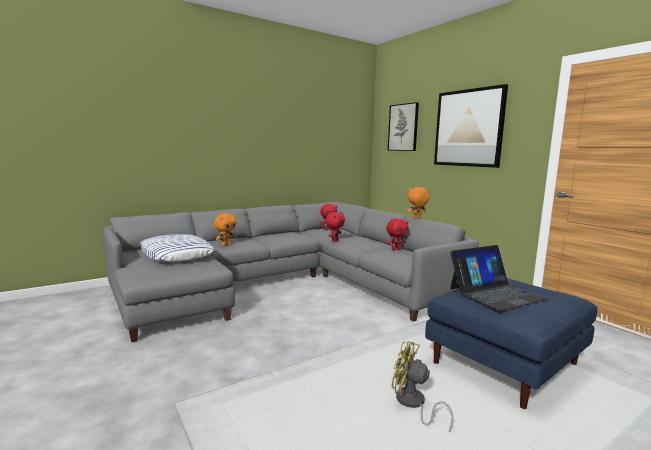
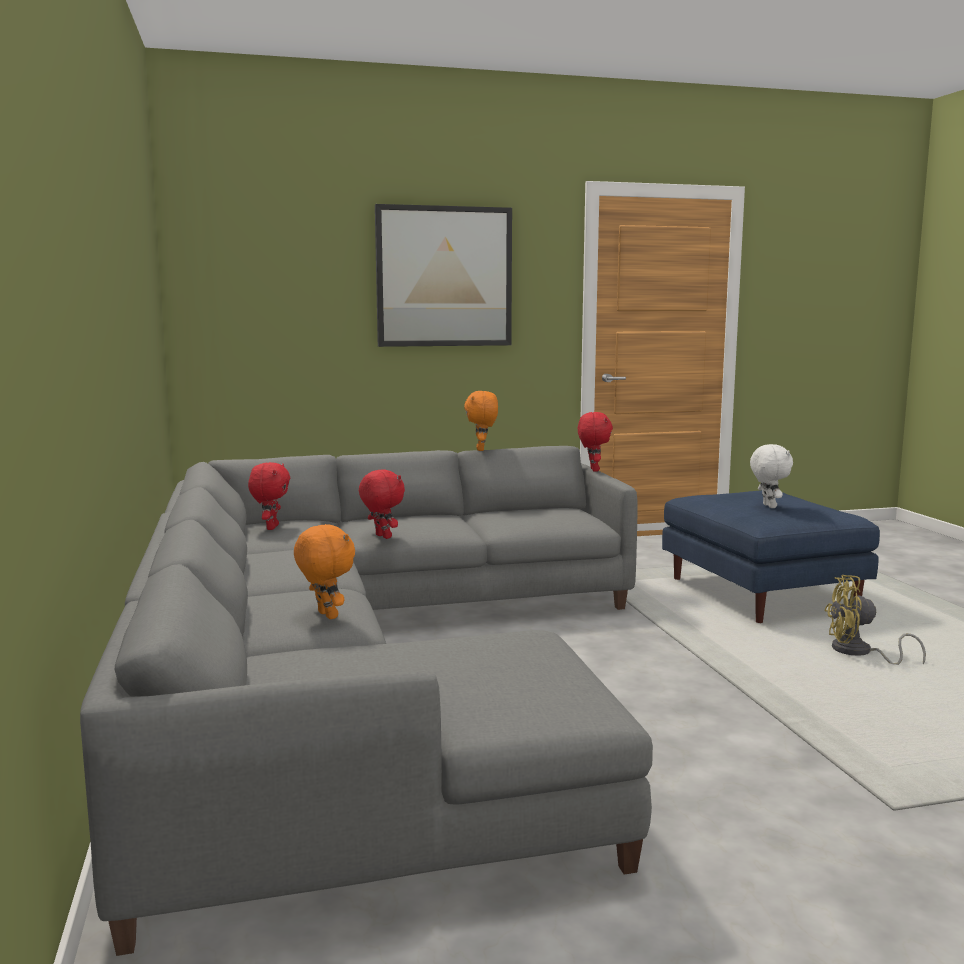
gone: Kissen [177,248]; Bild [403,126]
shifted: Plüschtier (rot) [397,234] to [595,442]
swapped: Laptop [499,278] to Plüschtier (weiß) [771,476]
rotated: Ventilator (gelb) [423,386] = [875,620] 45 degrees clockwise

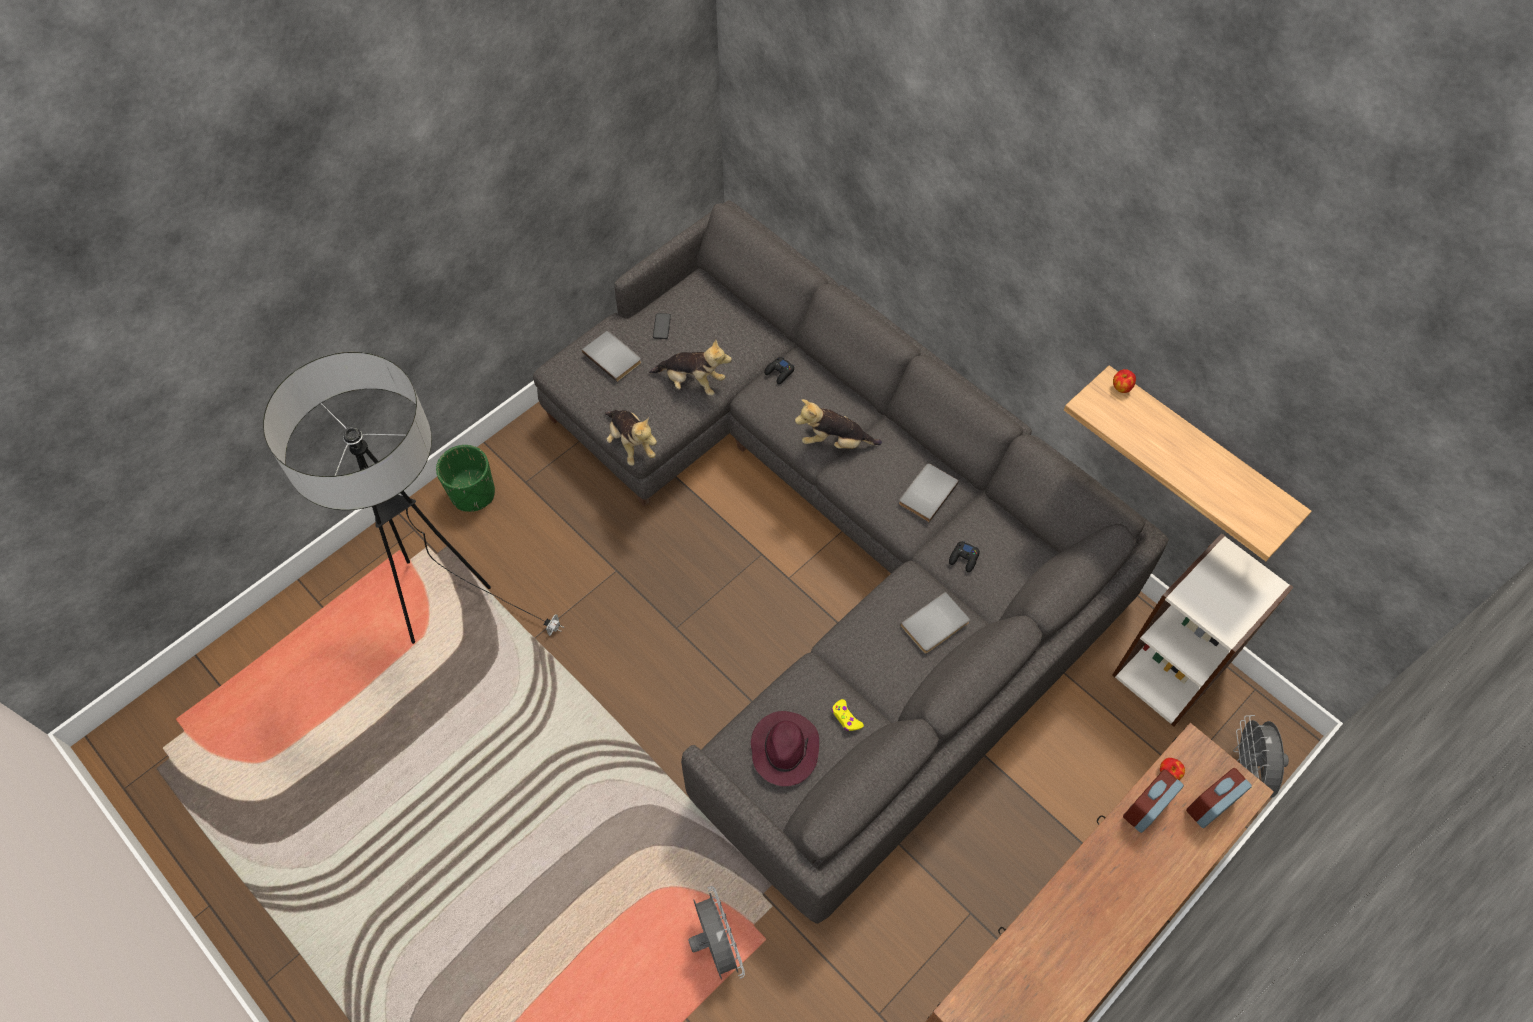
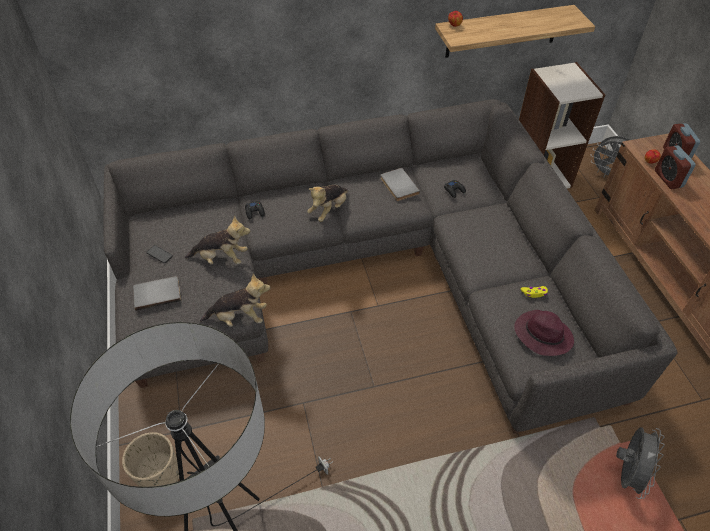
gone: Buch (grau) [935,623]
repainted: Pflanzkübel (grün) [465,478] to Pflanzkübel (beige) [150,459]
rotated: Plüschtier [690,368] = [217,240] 45 degrees clockwise; Ventilator (grau) [716,933] = [640,463] 105 degrees clockwise

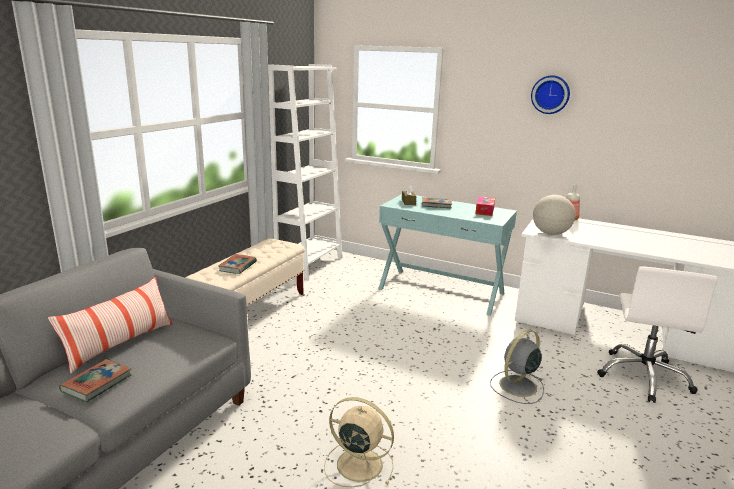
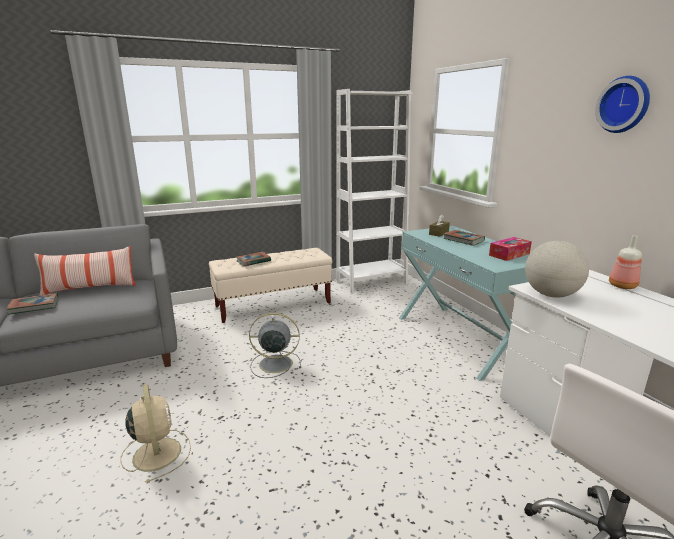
shifted: Ventilator (grau) [517,367] to [275,345]

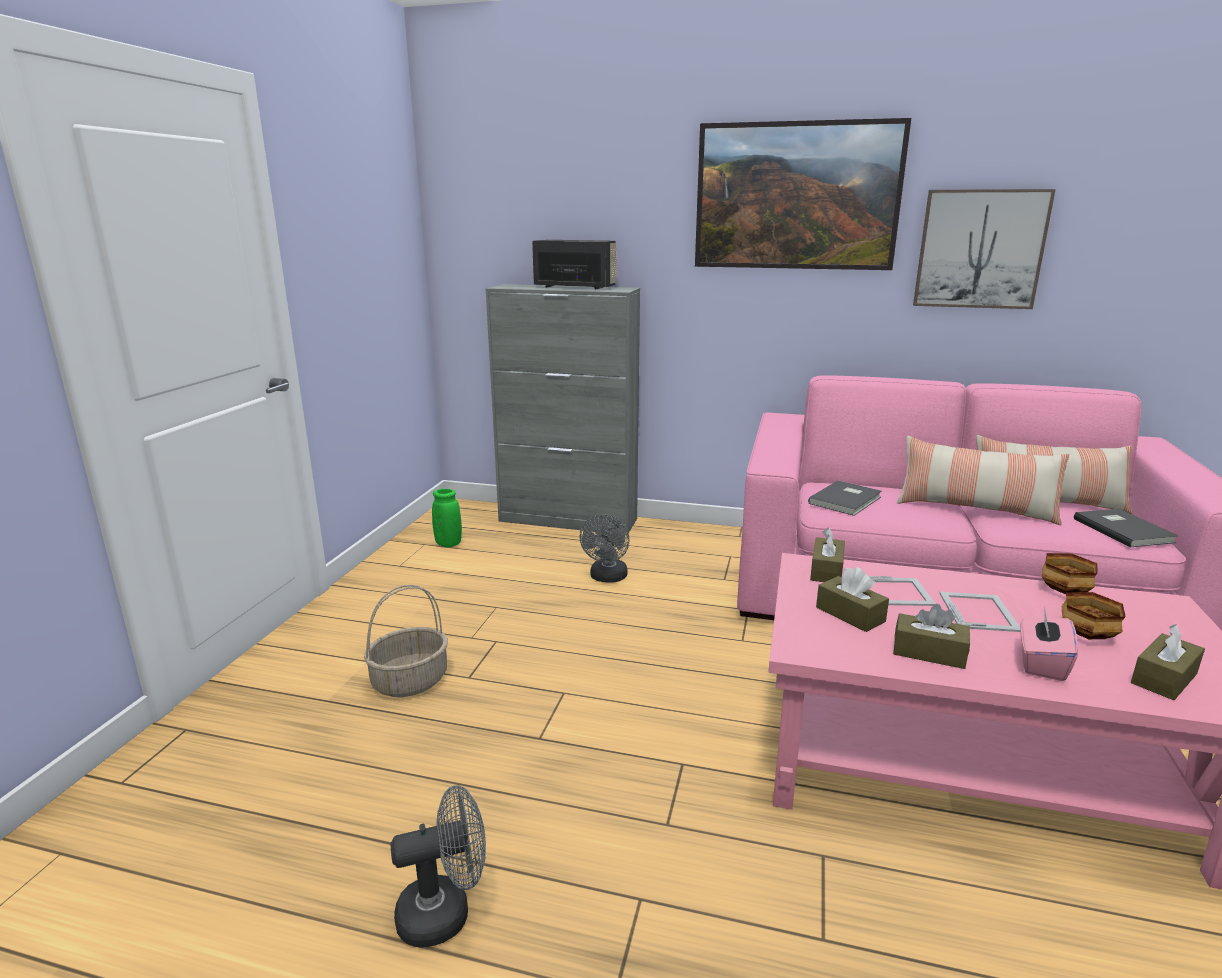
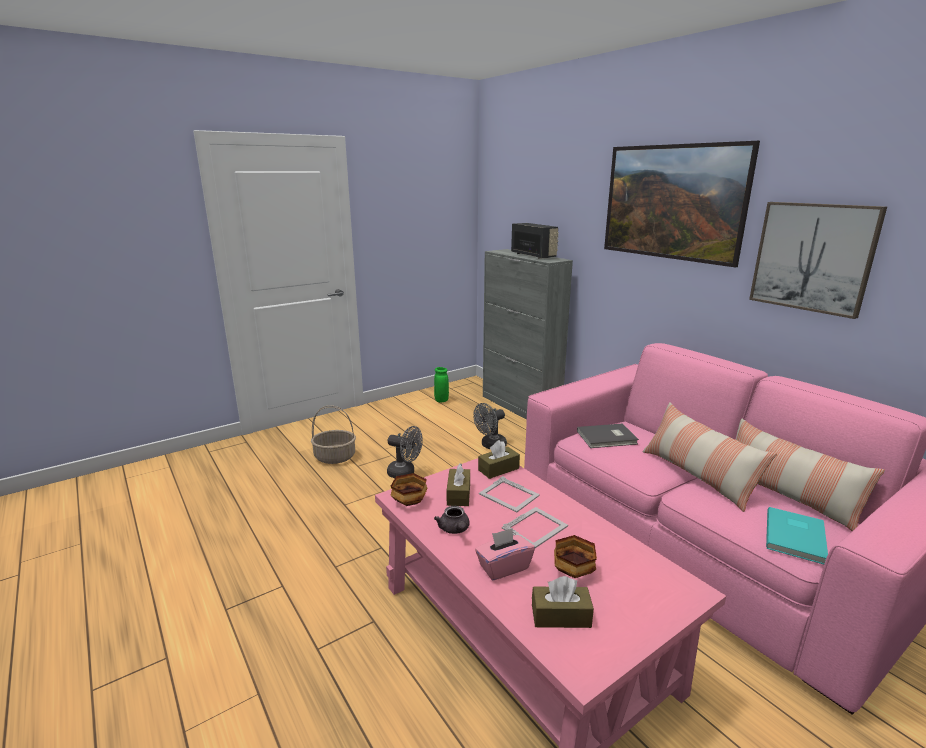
shifted: Ventilator (grau) [438,866] to [405,452]; Schüssel [1069,573] to [409,489]
swapped: Taschentuchbox (braun) [931,636] to Teekanne (grau) [452,520]
repainted: Buch (grau) [1126,527] to Buch (türkis) [797,535]

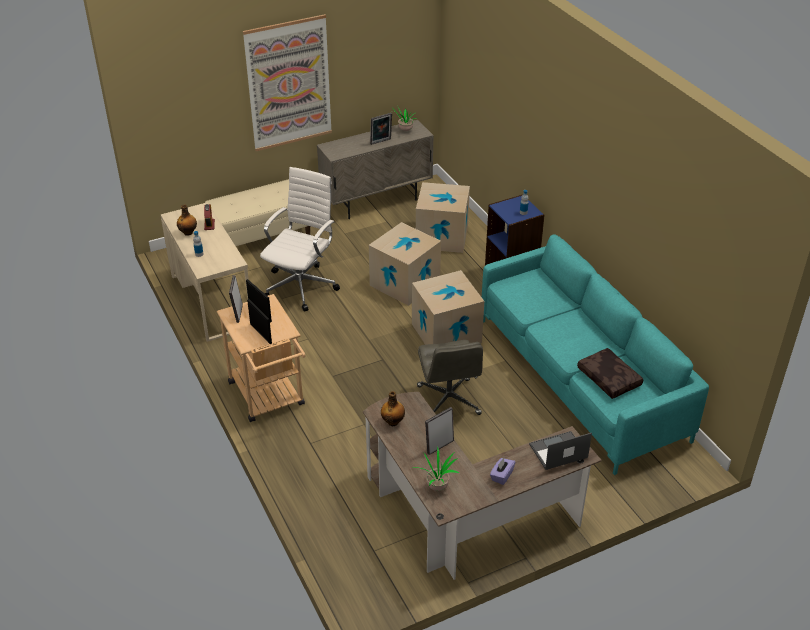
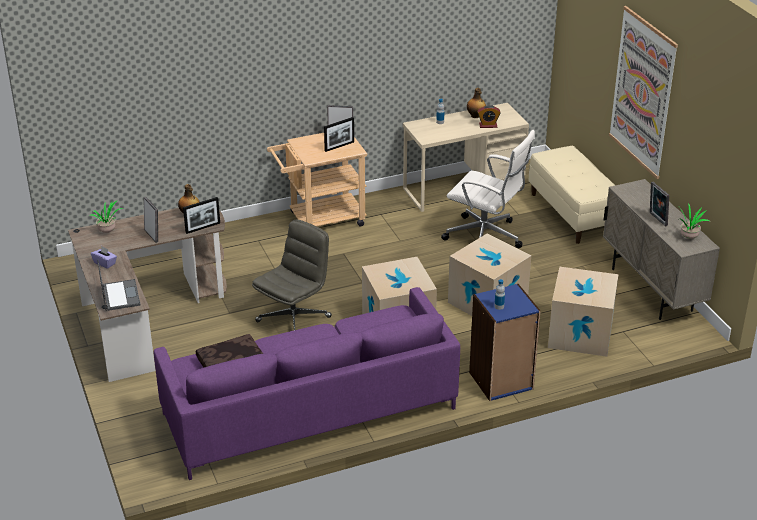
shifted: Bilderrahmen [259,321] to [201,215]
repainted: Sofa (türkis) [595,354] to Sofa (lila) [307,383]
rotated: Bürostuhl (grau) [450,377] = [292,275] 135 degrees clockwise

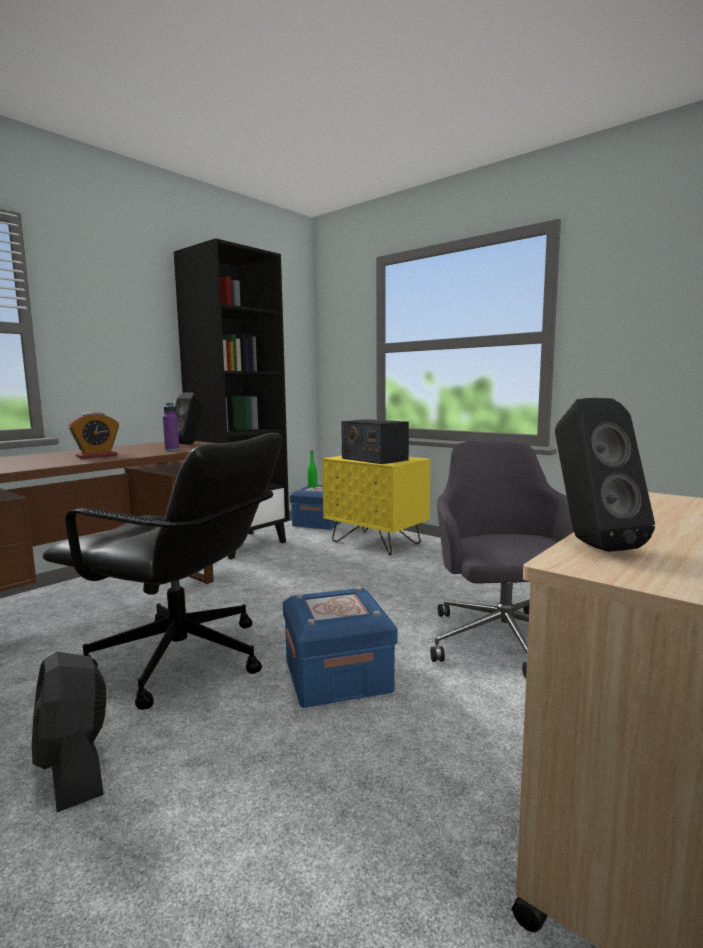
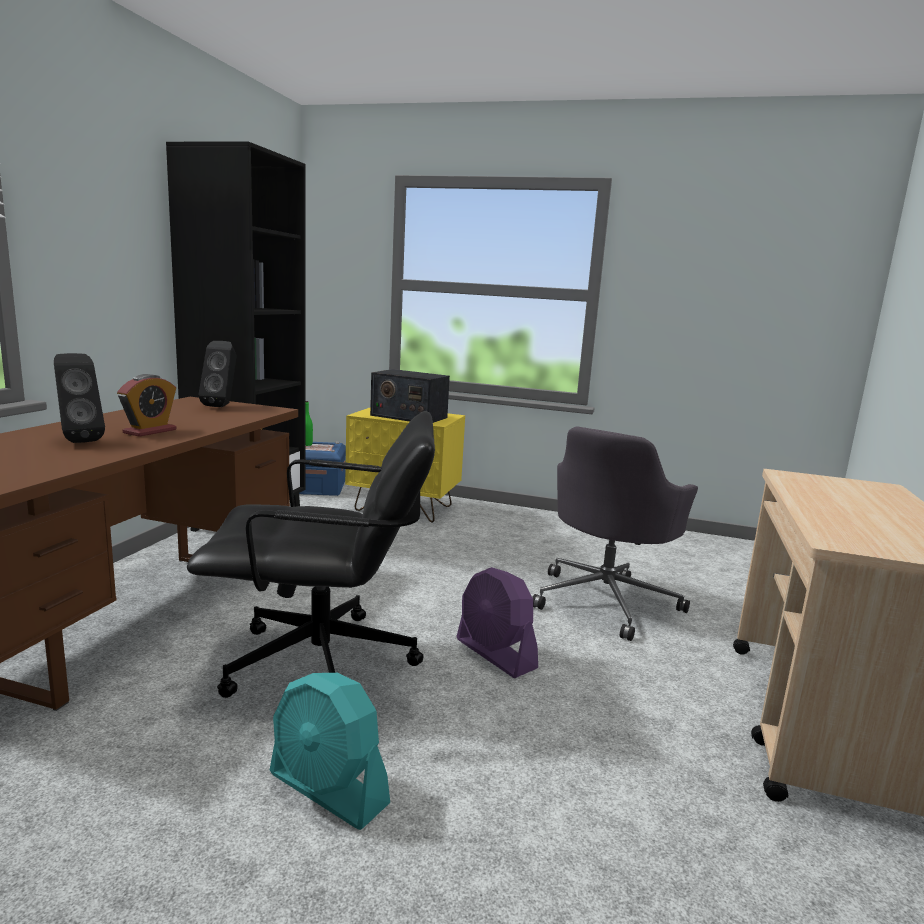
gone: Flasche (lila) [171,427]
shifted: Lautsprecher (schwarz) [605,475] to [79,398]
swapped: Aufbewahrungsbox (blau) [340,647] to Ventilator (lila) [497,622]
repainted: Ventilator (schwarz) [69,732] to Ventilator (türkis) [330,751]
rotated: Bürostuhl (grau) [502,559] = [615,533] 120 degrees counterclockwise

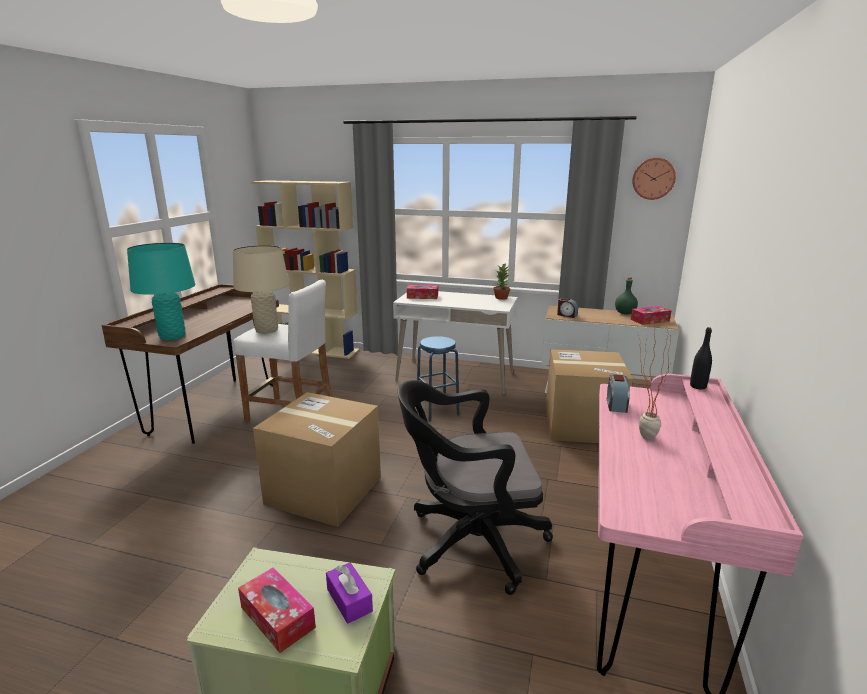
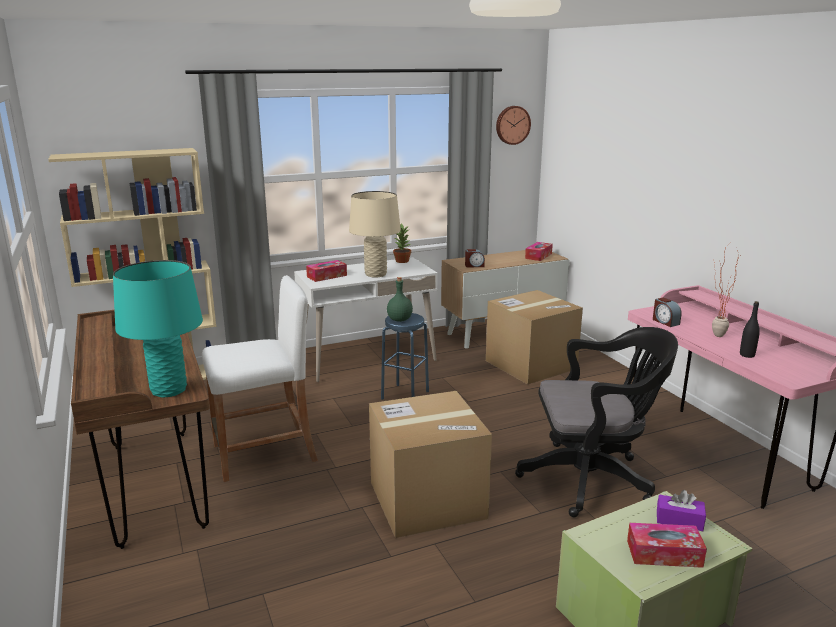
shifted: Tischlampe (beige) [261,289] to [375,234]; Flasche (grün) [626,295] to [400,299]; Flasche (schwarz) [701,358] to [750,329]
rotated: Bürostuhl (schwarz) [475,487] = [596,422] 135 degrees counterclockwise

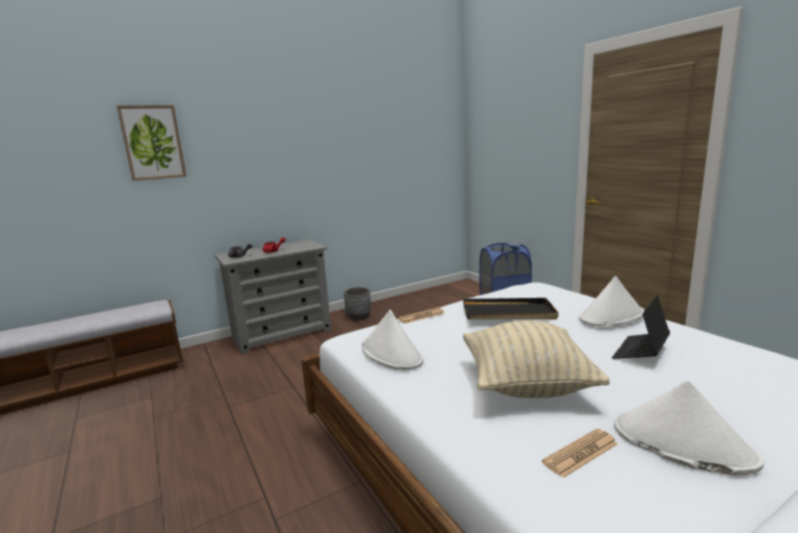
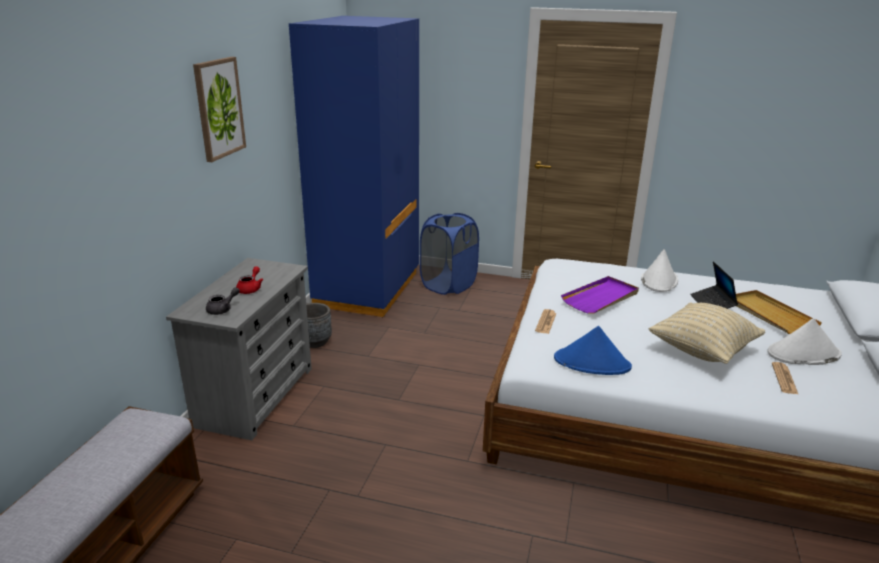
new: Kleiderschrank (blau) [354,166]; Tablett (beige) [779,312]
shifted: Bild [152,143] to [219,109]
repainted: Hut (weiß) [392,340] to Hut (blau) [593,350]; Tablett (schwarz) [510,309] to Tablett (lila) [600,295]

